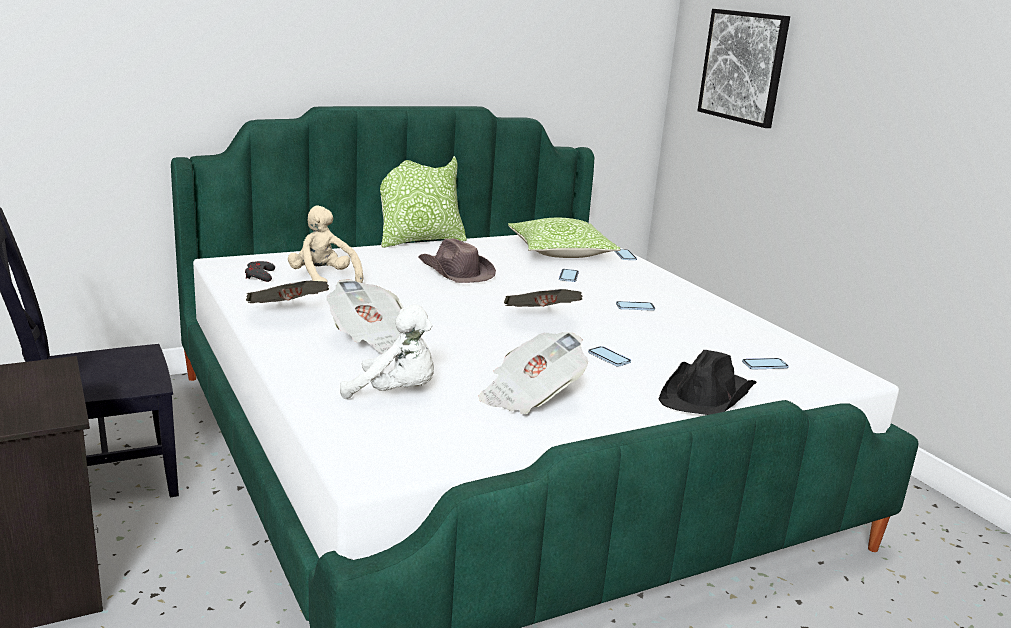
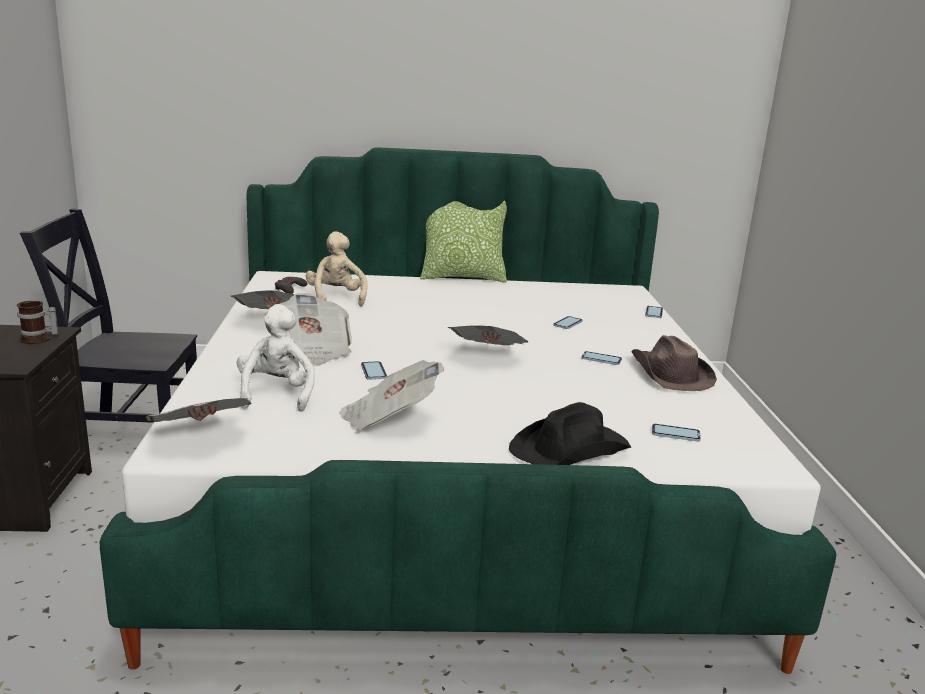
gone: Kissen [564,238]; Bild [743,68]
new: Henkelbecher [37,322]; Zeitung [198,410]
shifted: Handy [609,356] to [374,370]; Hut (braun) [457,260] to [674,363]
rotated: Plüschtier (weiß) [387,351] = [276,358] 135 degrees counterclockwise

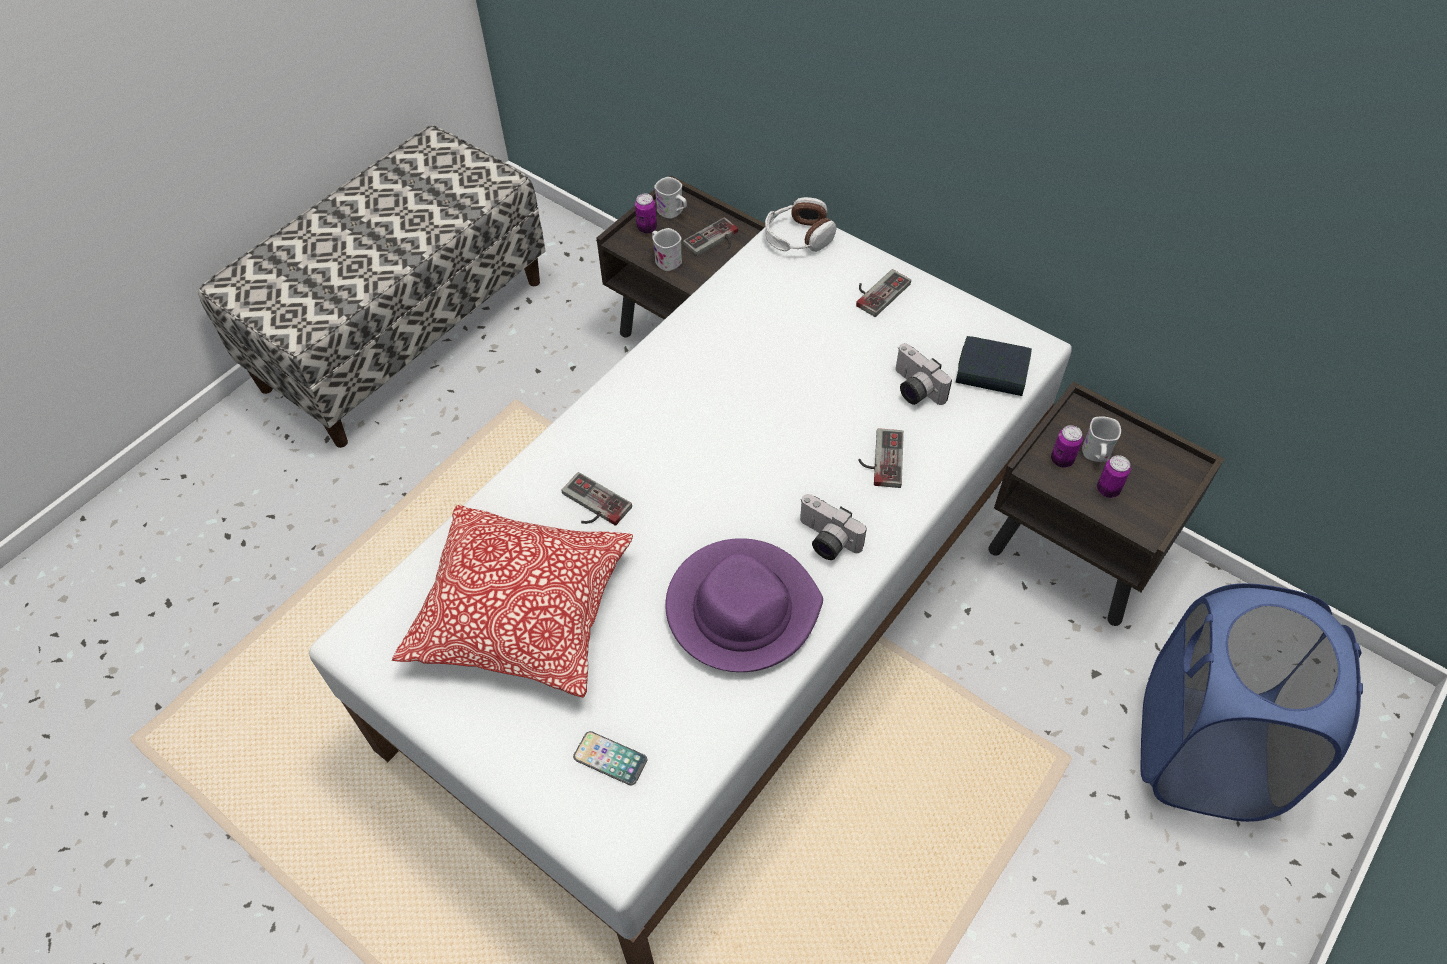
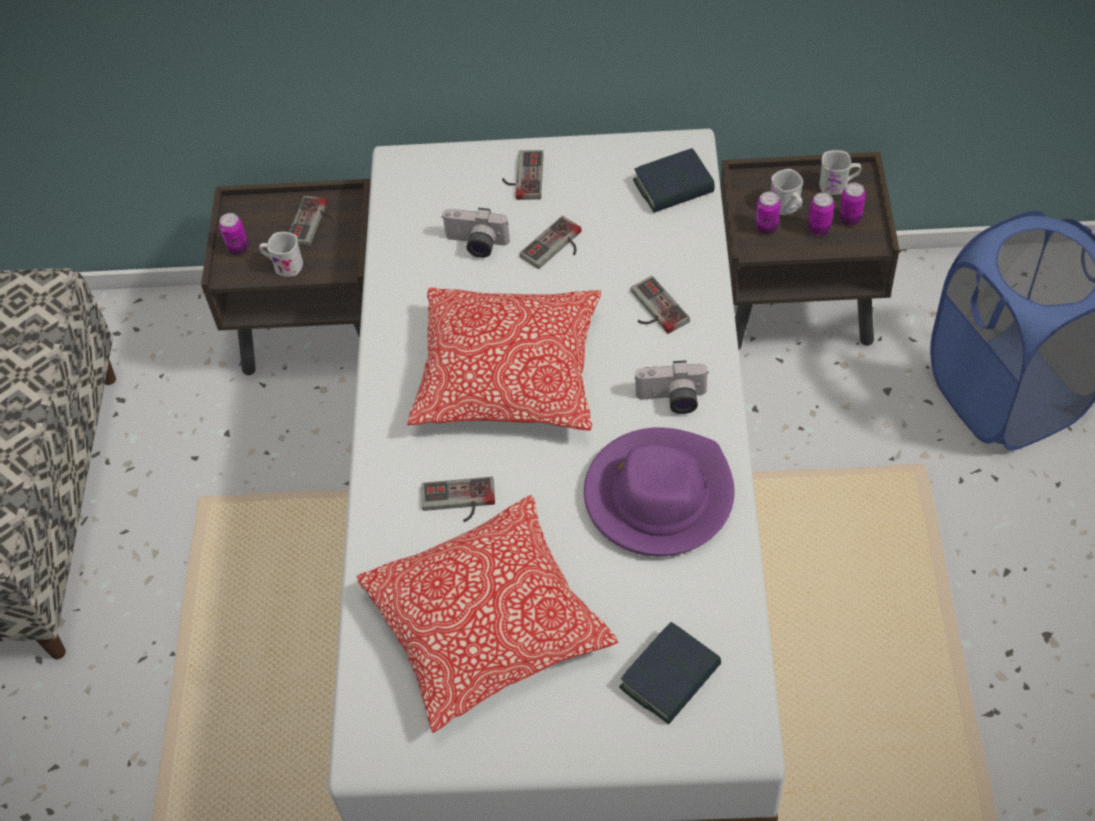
gone: Kopfhörer [800,224]
new: Kissen [504,359]; Gamepad [550,242]; Dose [852,204]
shifted: Kamera [924,374] to [475,233]; Henkelbecher (weiß) [670,198] to [840,172]
swapped: Handy [610,758] to Buch [670,673]

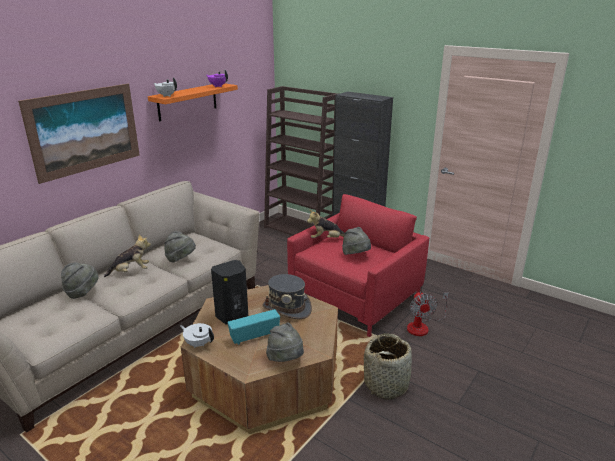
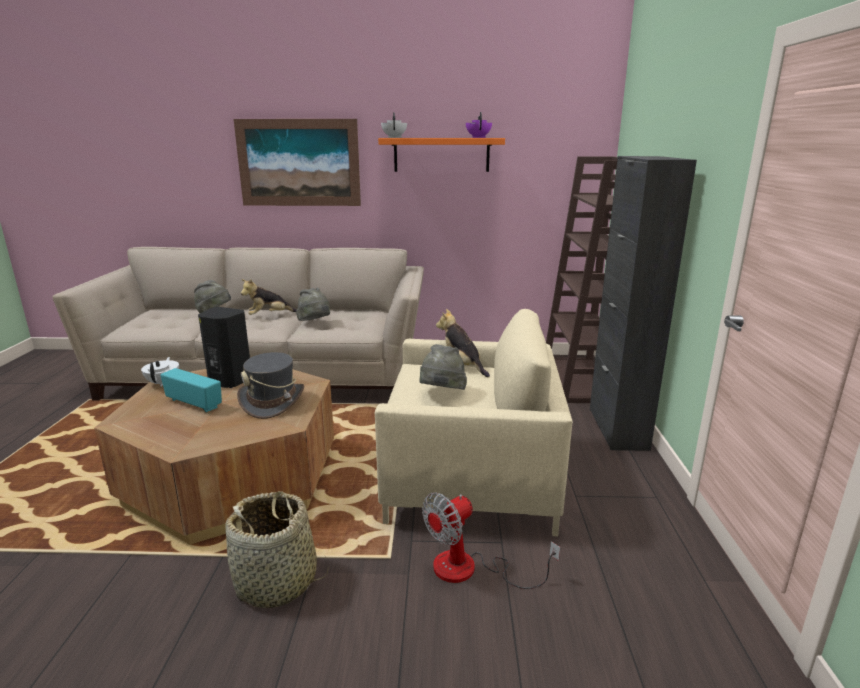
gone: Hut (grau) [285,342]
repainted: Sessel (rot) [358,265] to Sessel (beige) [474,423]
rotated: Plüschtier [127,255] = [269,297] 120 degrees clockwise

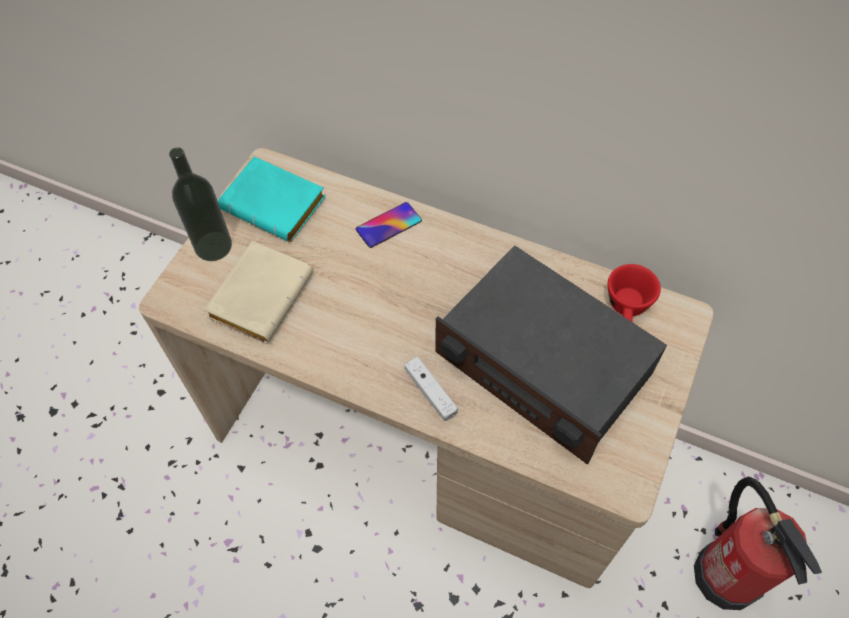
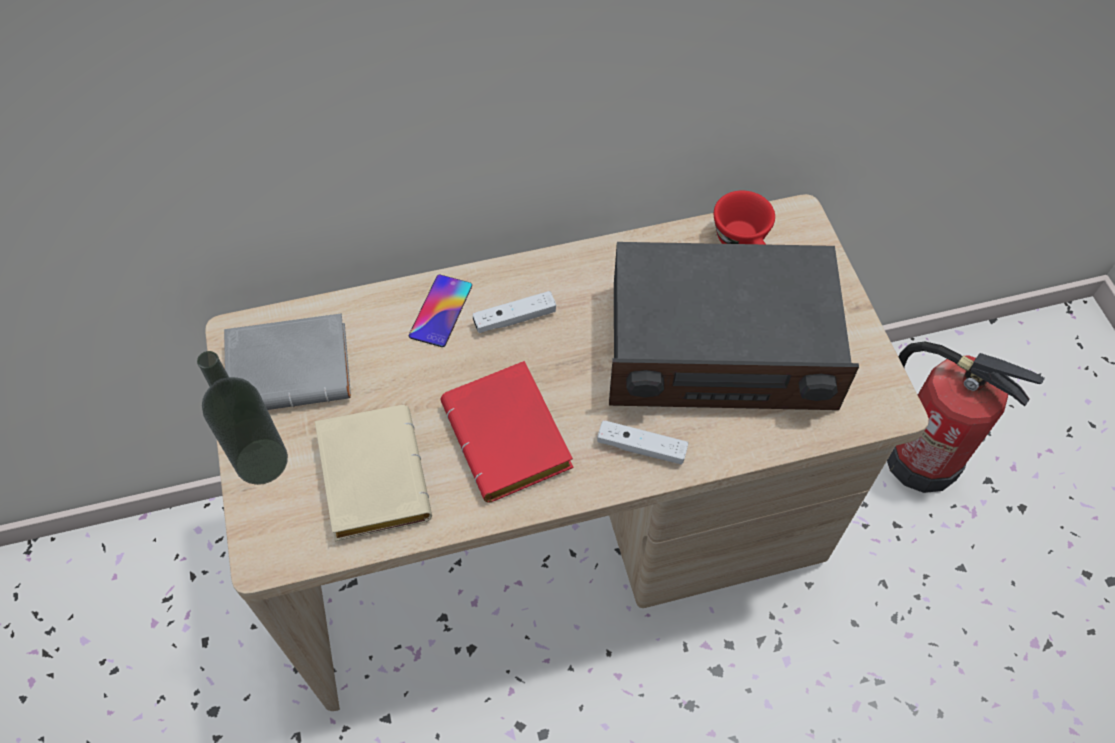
new: Buch (rot) [507,431]; Gamepad (weiß) [514,312]
repainted: Buch (türkis) [272,199] to Buch (grau) [287,361]

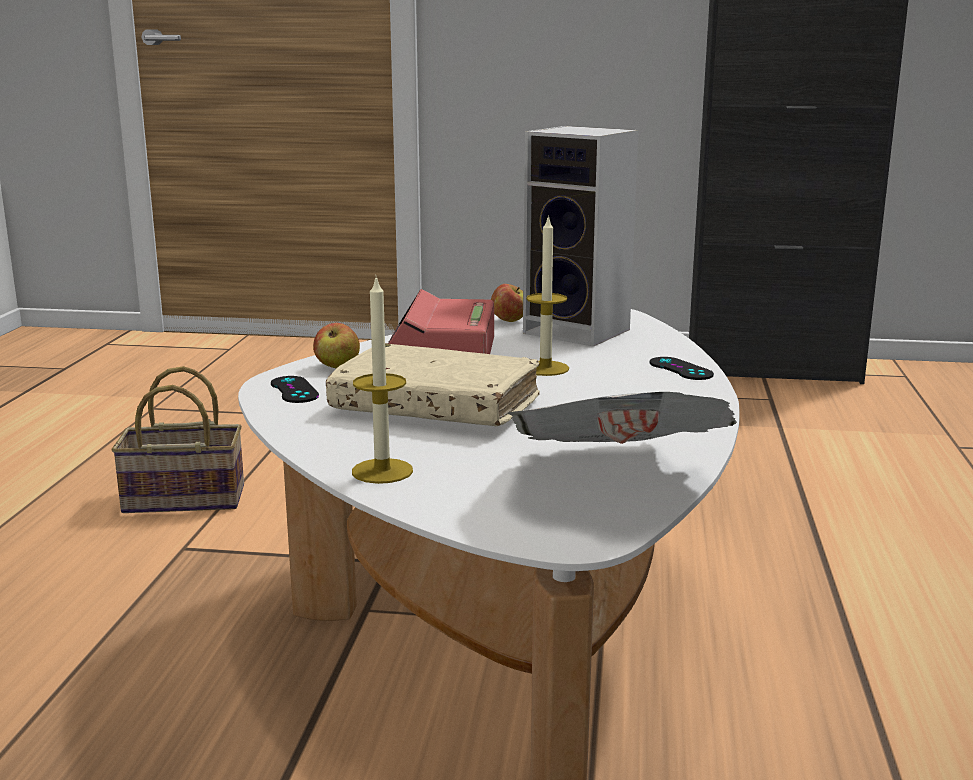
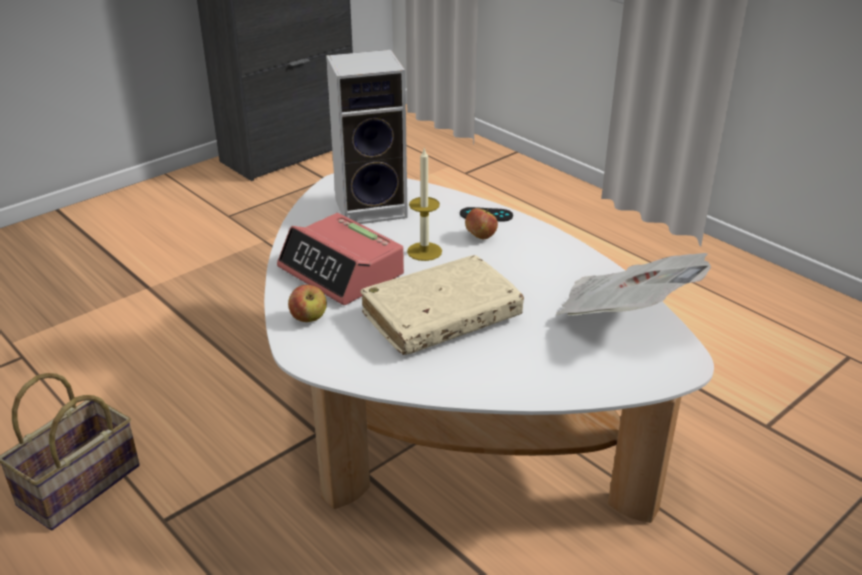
gone: Gamepad (schwarz) [295,389]; Kerze [382,380]
shifted: Apfel [507,303] to [481,223]

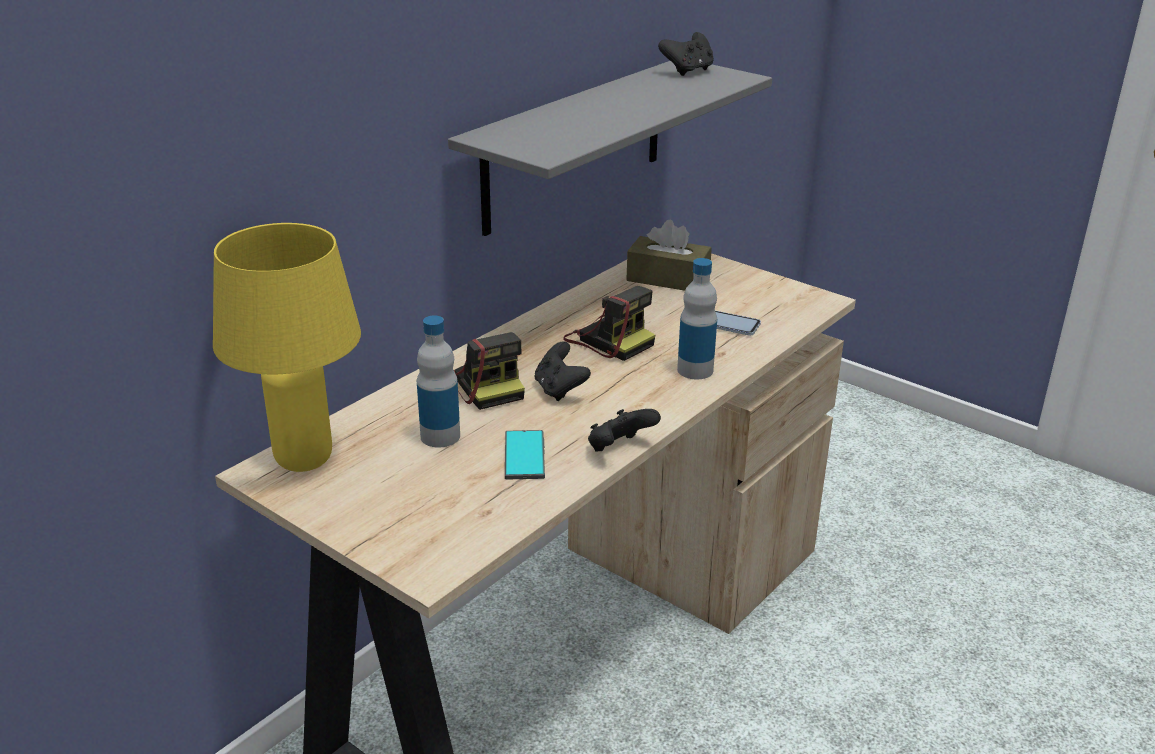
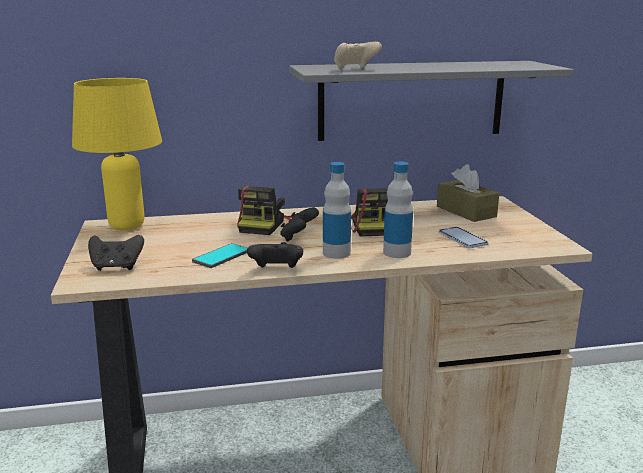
new: Gamepad (beige) [358,55]
shifted: Gamepad (schwarz) [686,54] to [116,253]; Flasche [438,382] to [337,210]

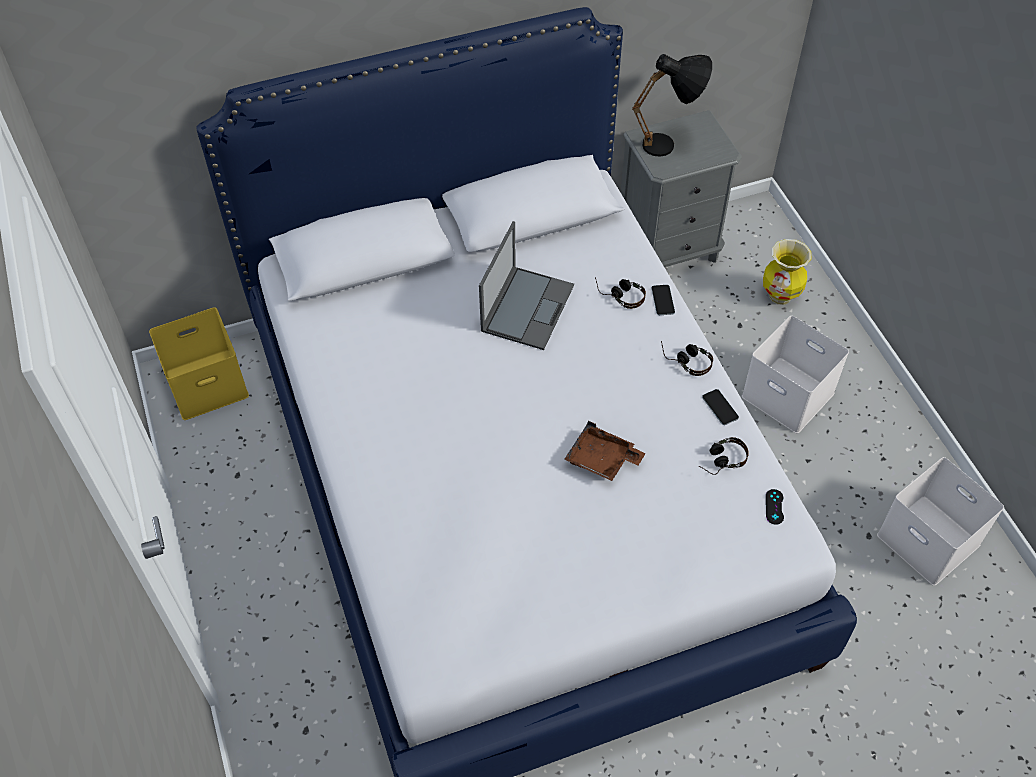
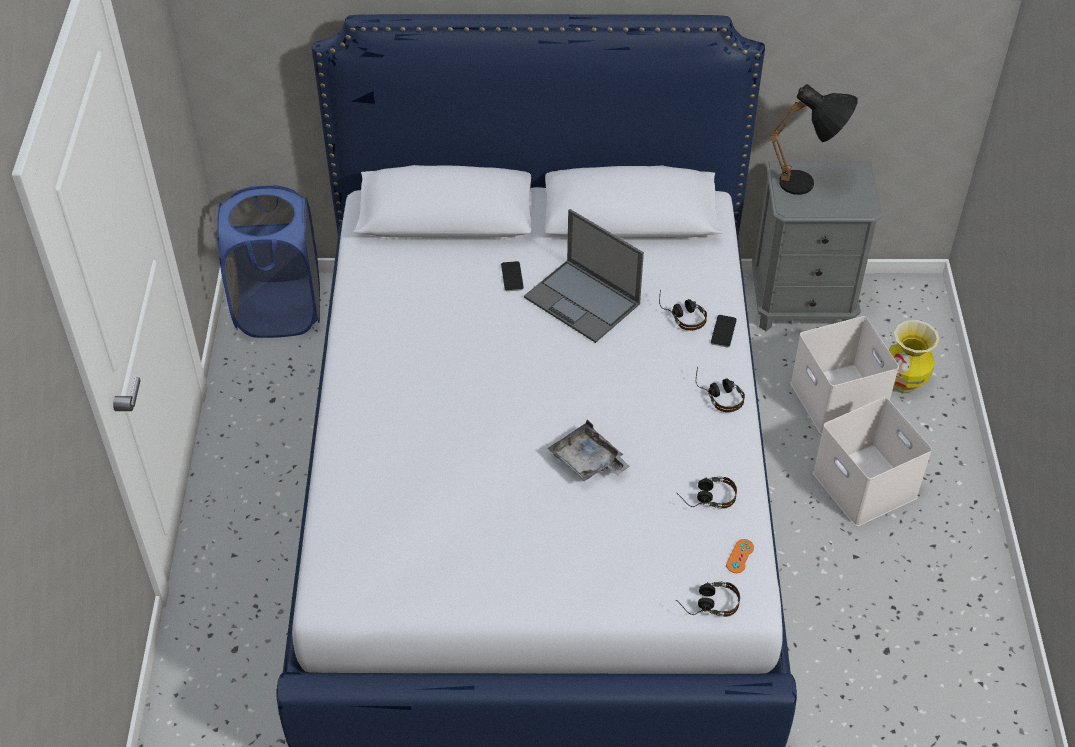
new: Kopfhörer [708,599]
shifted: Handy [720,407] to [512,276]; Aufbewahrungsbox (weiß) [940,521] to [844,375]
swapped: Aufbewahrungsbox (gelb) [199,363] to Wäschekorb (blau) [268,261]
repainted: Tablett (braun) [605,451] to Tablett (grau) [588,450]; Gamepad (schwarz) [775,507] to Gamepad (orange) [740,556]
rotated: Laptop [526,285] = [584,276] 90 degrees clockwise

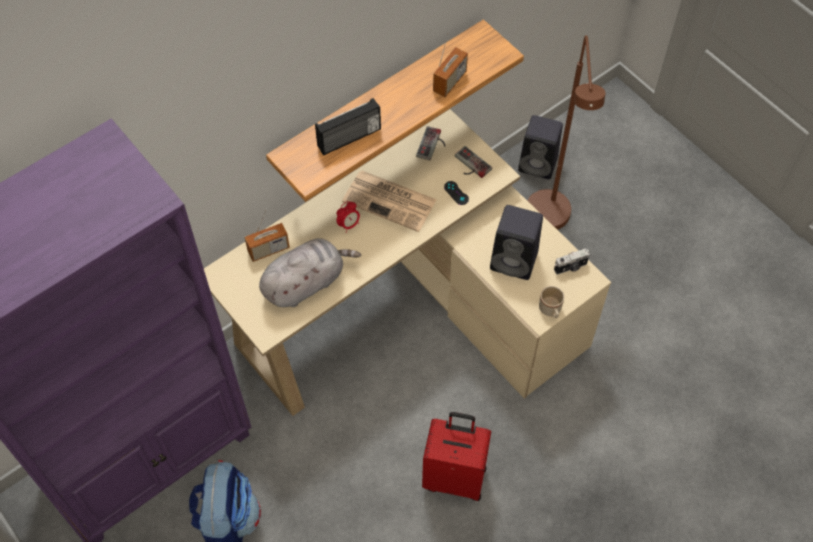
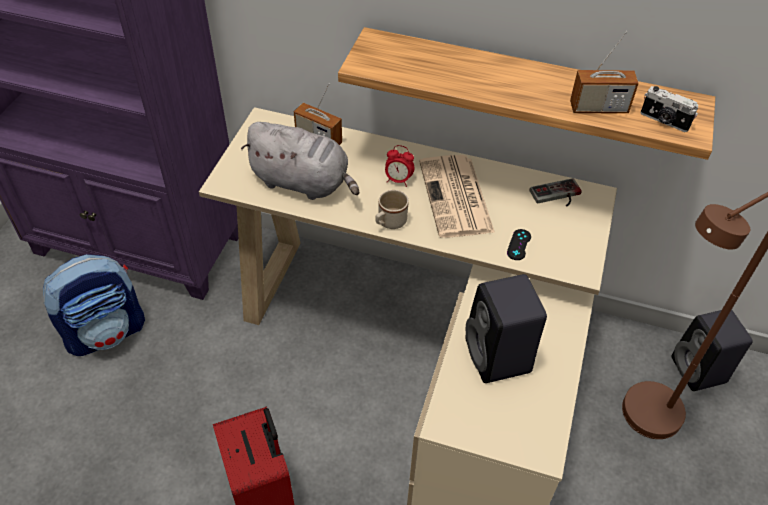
gone: Radio [348,127]; Gamepad [473,162]
shifted: Henkelbecher (beige) [551,302] to [392,209]; Kamera [572,261] to [669,109]

